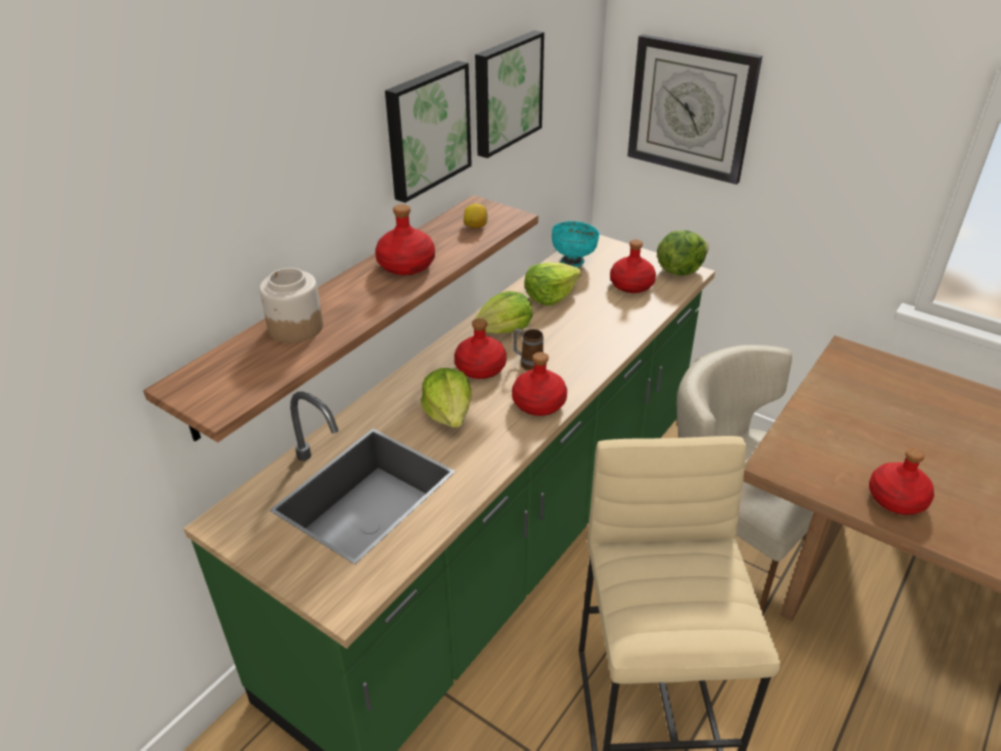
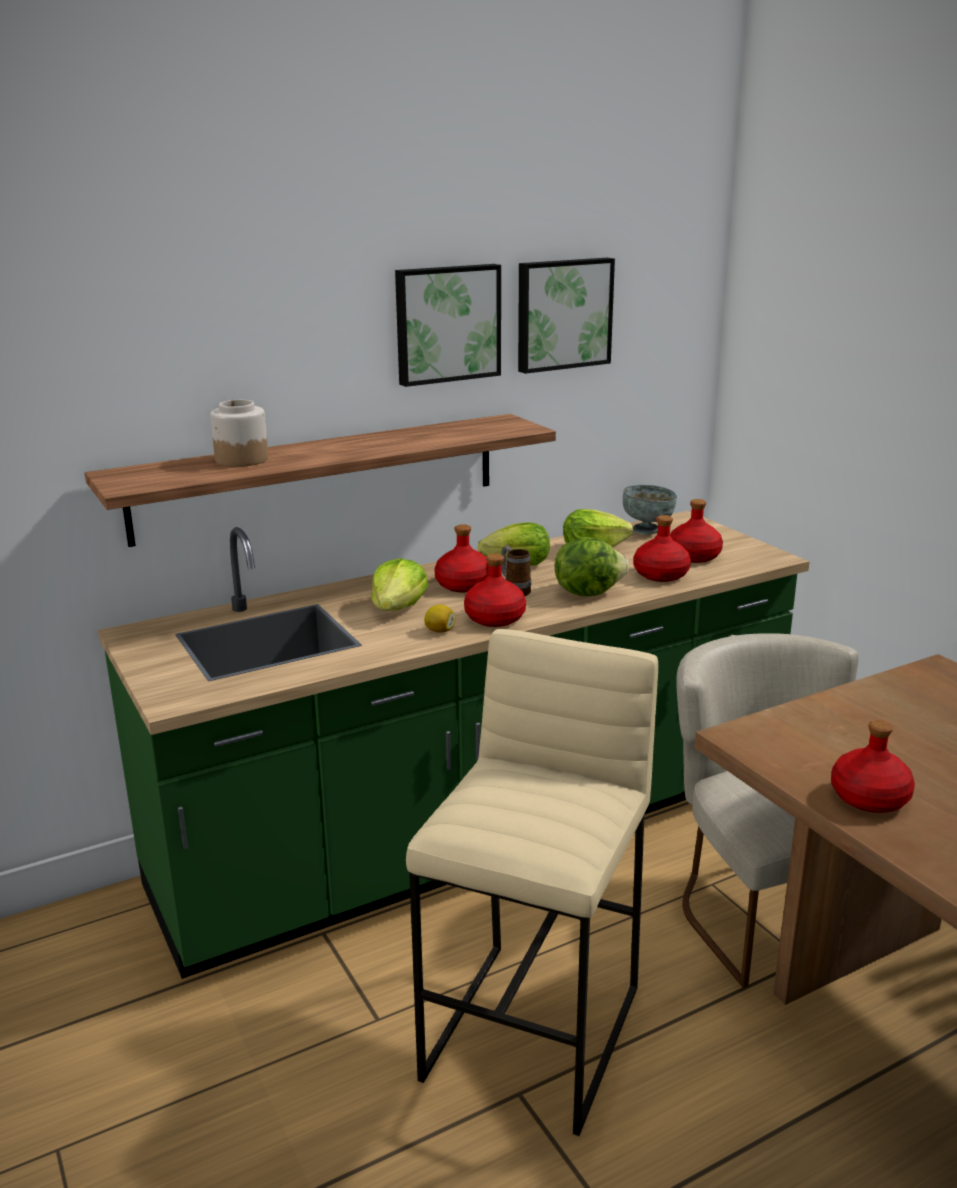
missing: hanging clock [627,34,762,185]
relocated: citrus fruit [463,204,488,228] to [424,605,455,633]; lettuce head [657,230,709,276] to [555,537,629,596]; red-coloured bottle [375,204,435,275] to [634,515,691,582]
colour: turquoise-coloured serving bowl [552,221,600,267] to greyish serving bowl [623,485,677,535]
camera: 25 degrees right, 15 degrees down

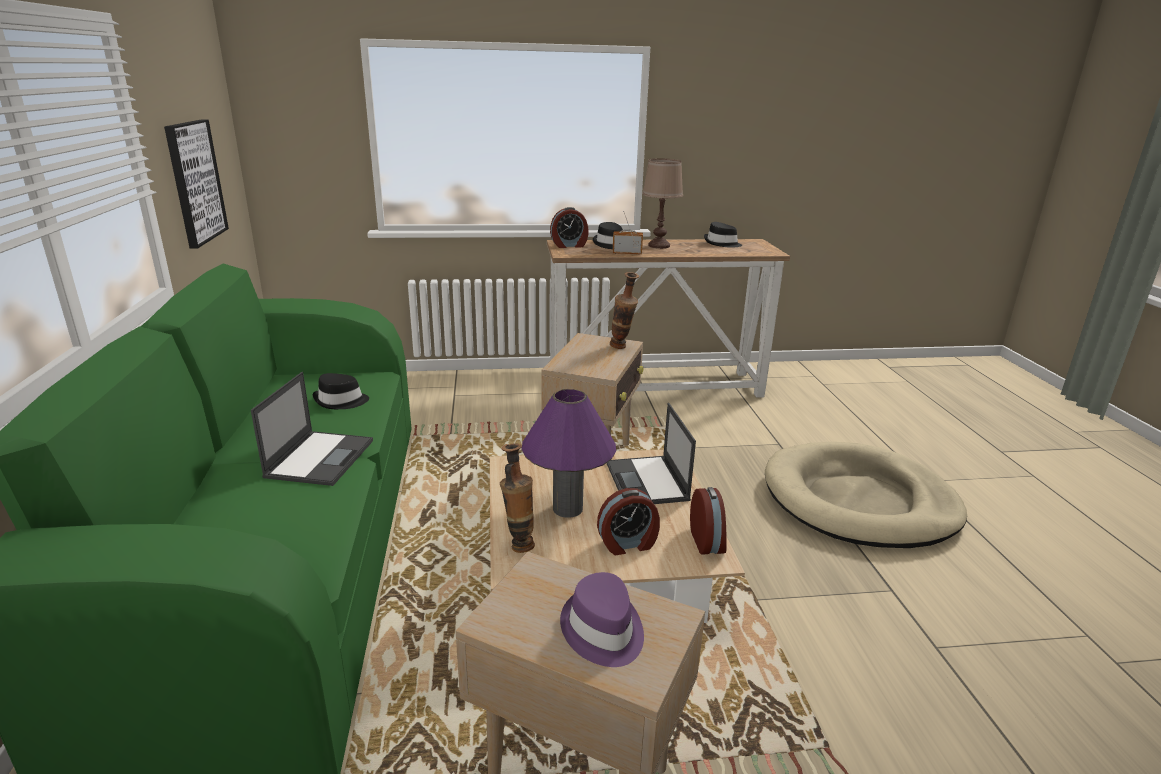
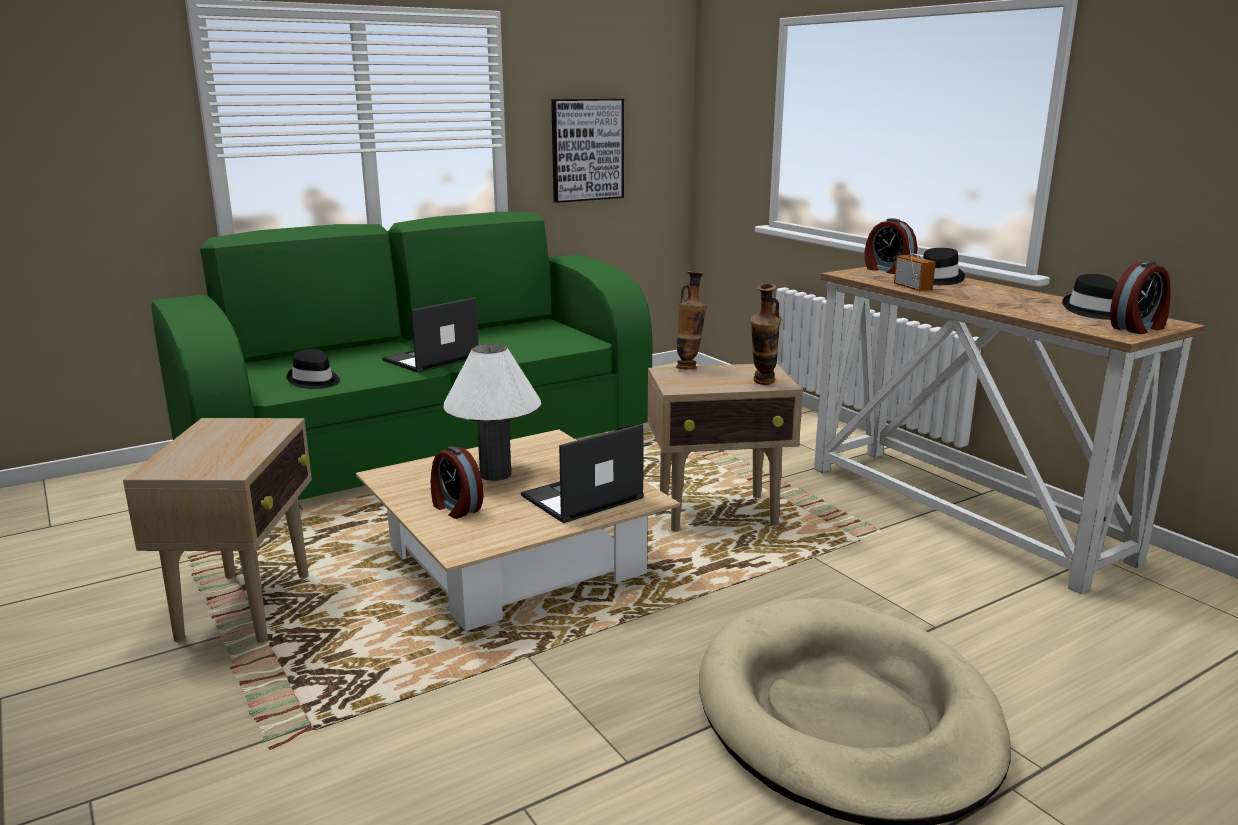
missing: purplish wearable hat [560,572,644,667]; brownish lamp for a table [642,158,683,249]
relocated: blackish wearable hat [313,373,369,409] to [286,349,340,389]; flower vase [500,443,535,553] to [676,271,707,370]; bedside clock [690,487,727,555] to [1110,261,1171,334]
colour: purplish lamp for a table [522,389,616,518] to white lamp for a table [443,344,541,481]
spun: laptop [251,372,373,486] = [382,297,478,373] 150 degrees clockwise
camera: 65 degrees right, 5 degrees down

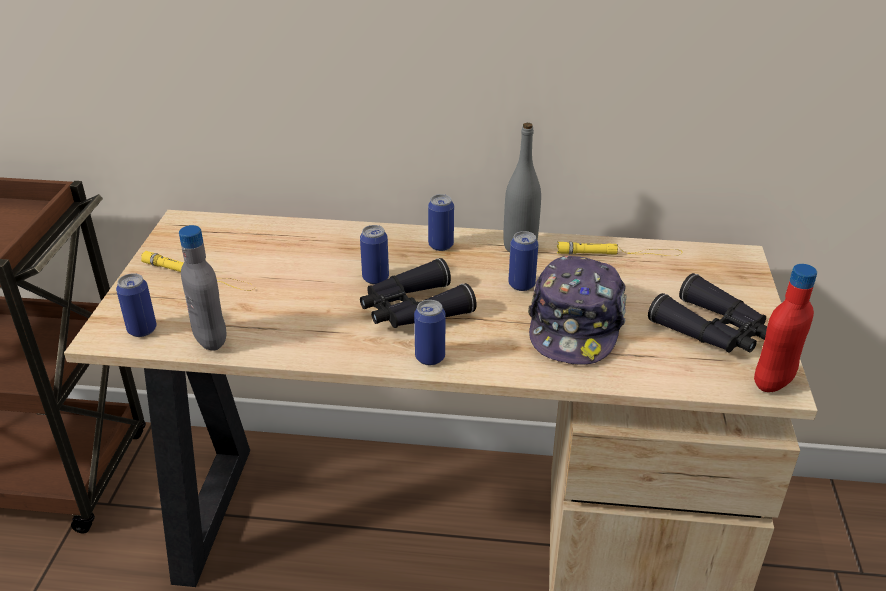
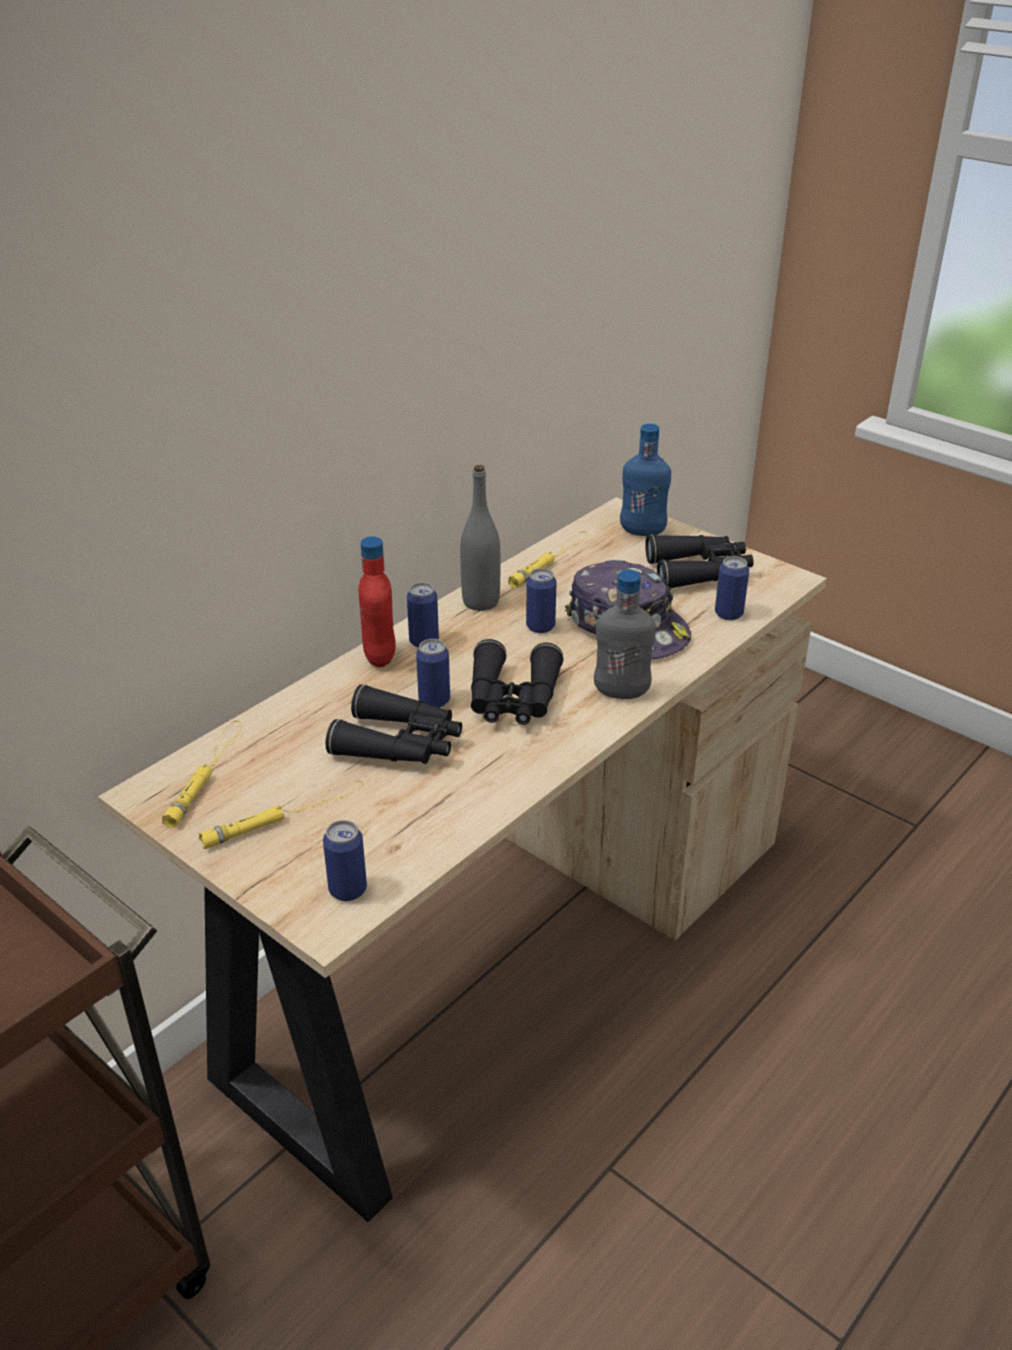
appeared: yellow torch [162,721,242,828]; blackish field glasses [326,684,462,764]; blue bottle [620,423,671,536]
relocated: red-coloured bottle [754,264,817,392] to [359,536,396,668]; greyish bottle [179,225,226,351] to [594,570,656,699]; can [414,300,446,365] to [715,556,749,620]
camera: 55 degrees left, 0 degrees up

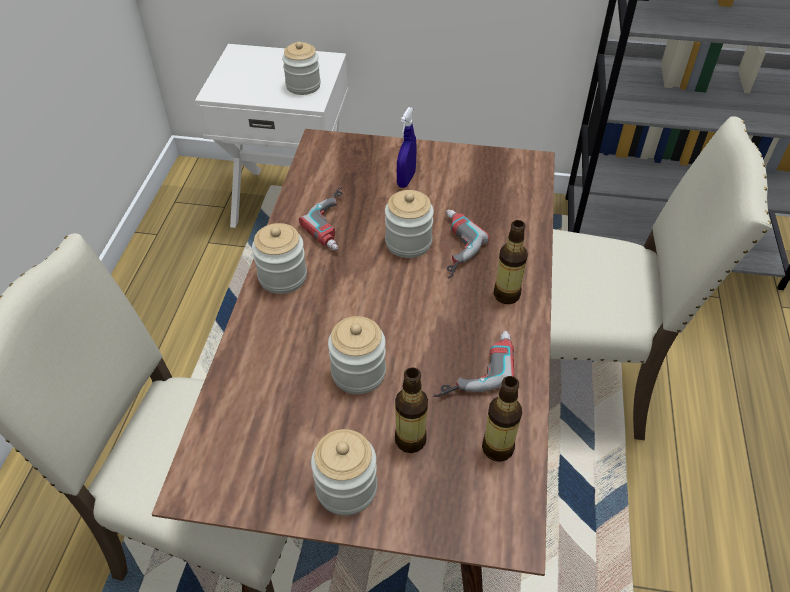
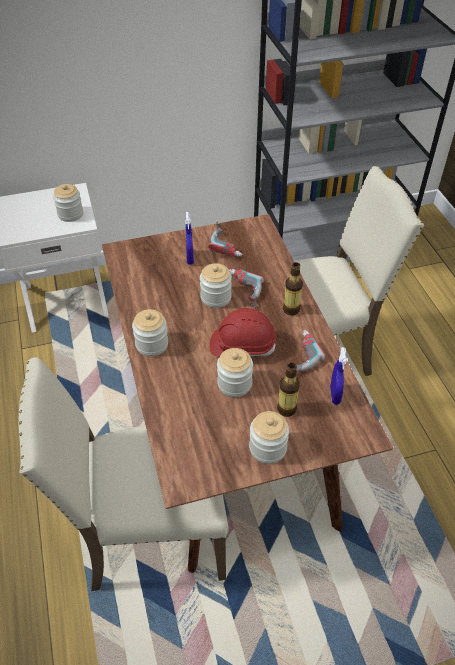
appeared: red-coloured safety helmet [209,308,276,356]
relocated: power drill [299,187,343,250] to [208,221,242,257]
exchanged: bottle [482,376,522,462] to blue spray bottle [330,347,347,405]
camera: 25 degrees left, 0 degrees up

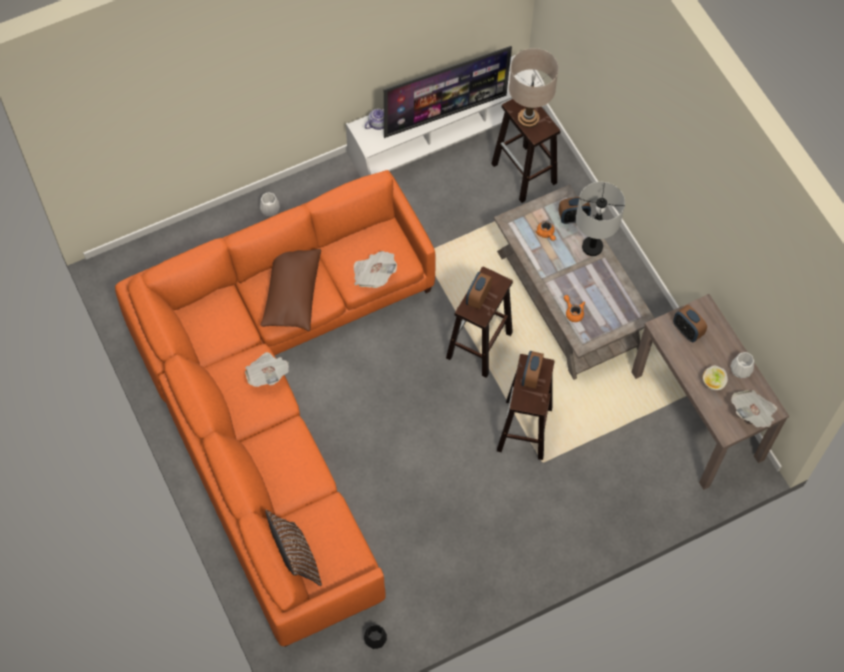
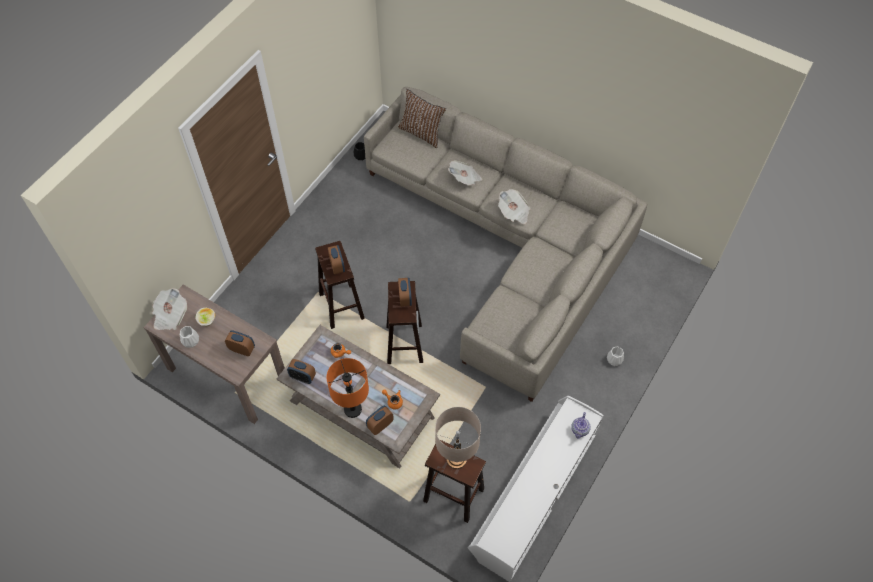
missing: brownish pillow [260,249,321,331]; TV [384,46,512,138]
appeared: bedside clock [287,359,316,384]
relocated: newspaper [354,251,397,288] to [448,160,482,186]
colour: greyish lamp for a table [576,182,625,256] to orangey lamp for a table [326,358,369,418]; orangey sofa [115,170,435,647] to greyish sofa [364,87,647,402]
camera: 150 degrees right, 5 degrees down

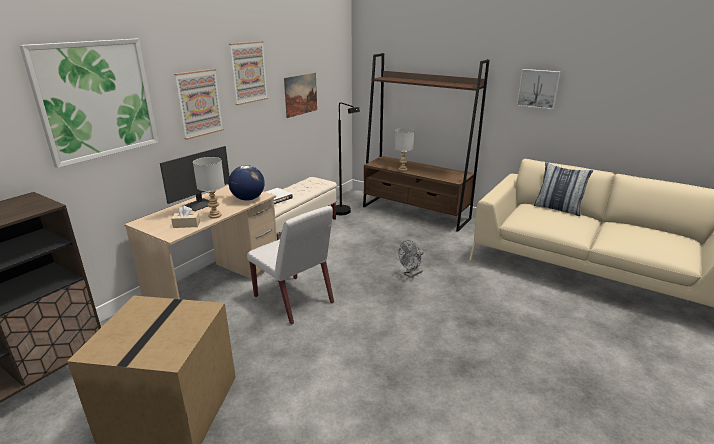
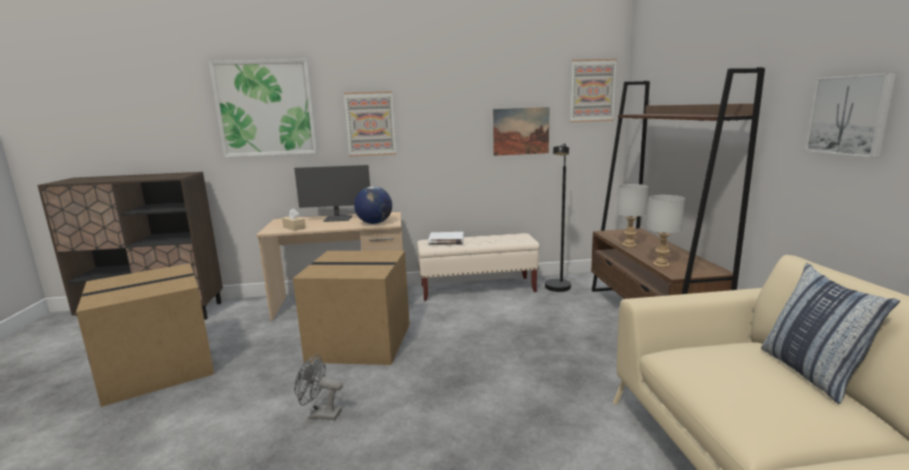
relocated: greyish fan [398,240,424,278] to [294,354,343,420]; wall picture [229,41,268,105] to [570,59,617,122]; greyish lamp for a table [193,157,225,218] to [647,195,685,268]
exchanged: white plain chair [247,206,334,325] to packing box [293,251,410,365]
camera: 50 degrees right, 10 degrees down

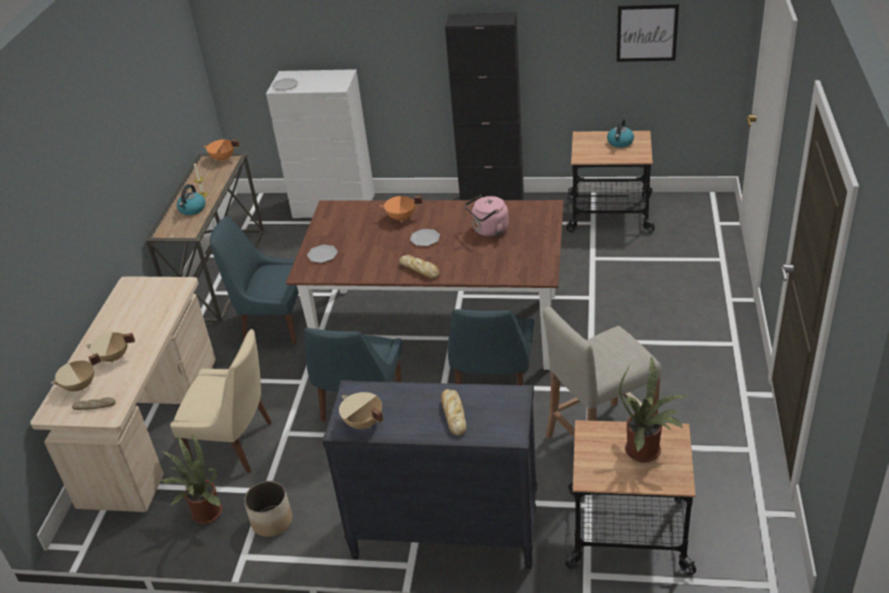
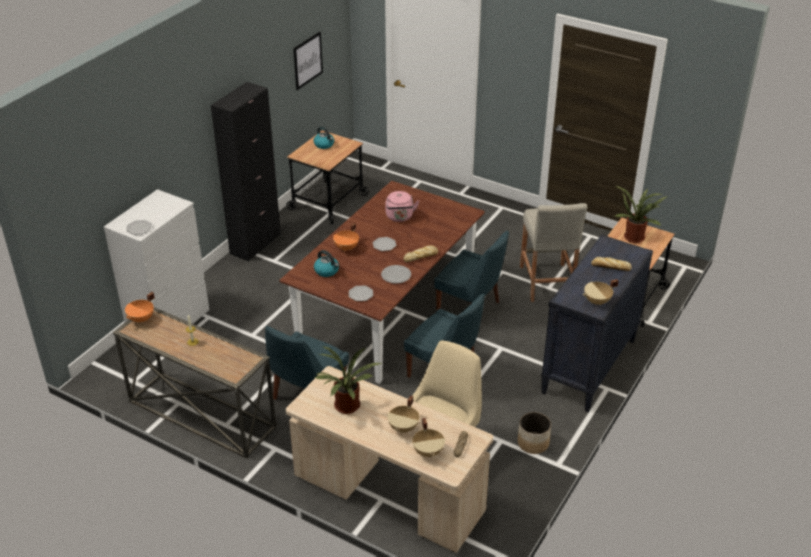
appeared: dinner plate [381,265,411,284]
relocated: water kettle [177,184,206,215] to [314,250,339,277]; plant in a pot [158,433,223,524] to [315,346,383,414]
camera: 70 degrees left, 0 degrees up

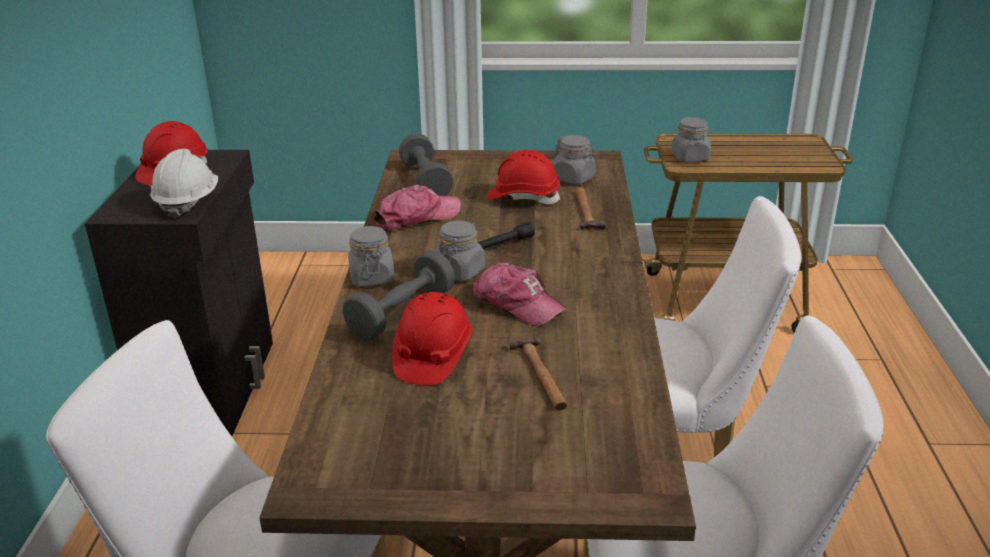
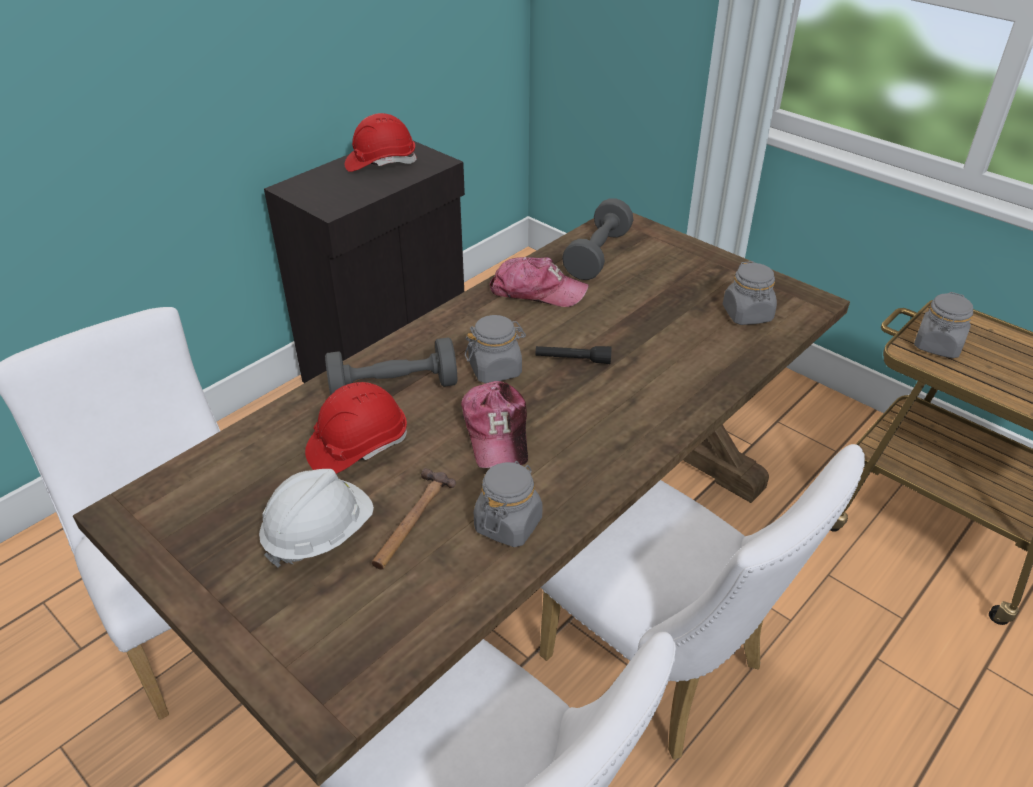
missing: red-coloured safety helmet [487,150,561,204]; tool hammer [576,187,606,230]
relocated: white safety helmet [150,149,218,219] to [259,469,374,568]; greyish preserve jar [348,226,394,286] to [474,461,543,547]
camera: 40 degrees right, 10 degrees up

